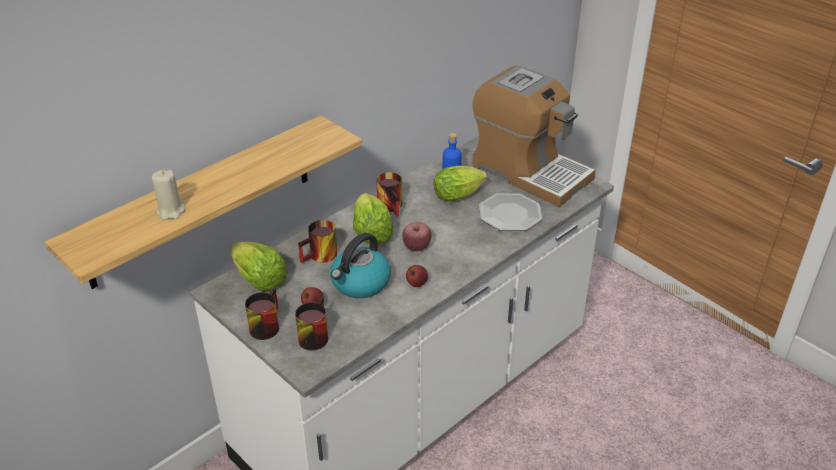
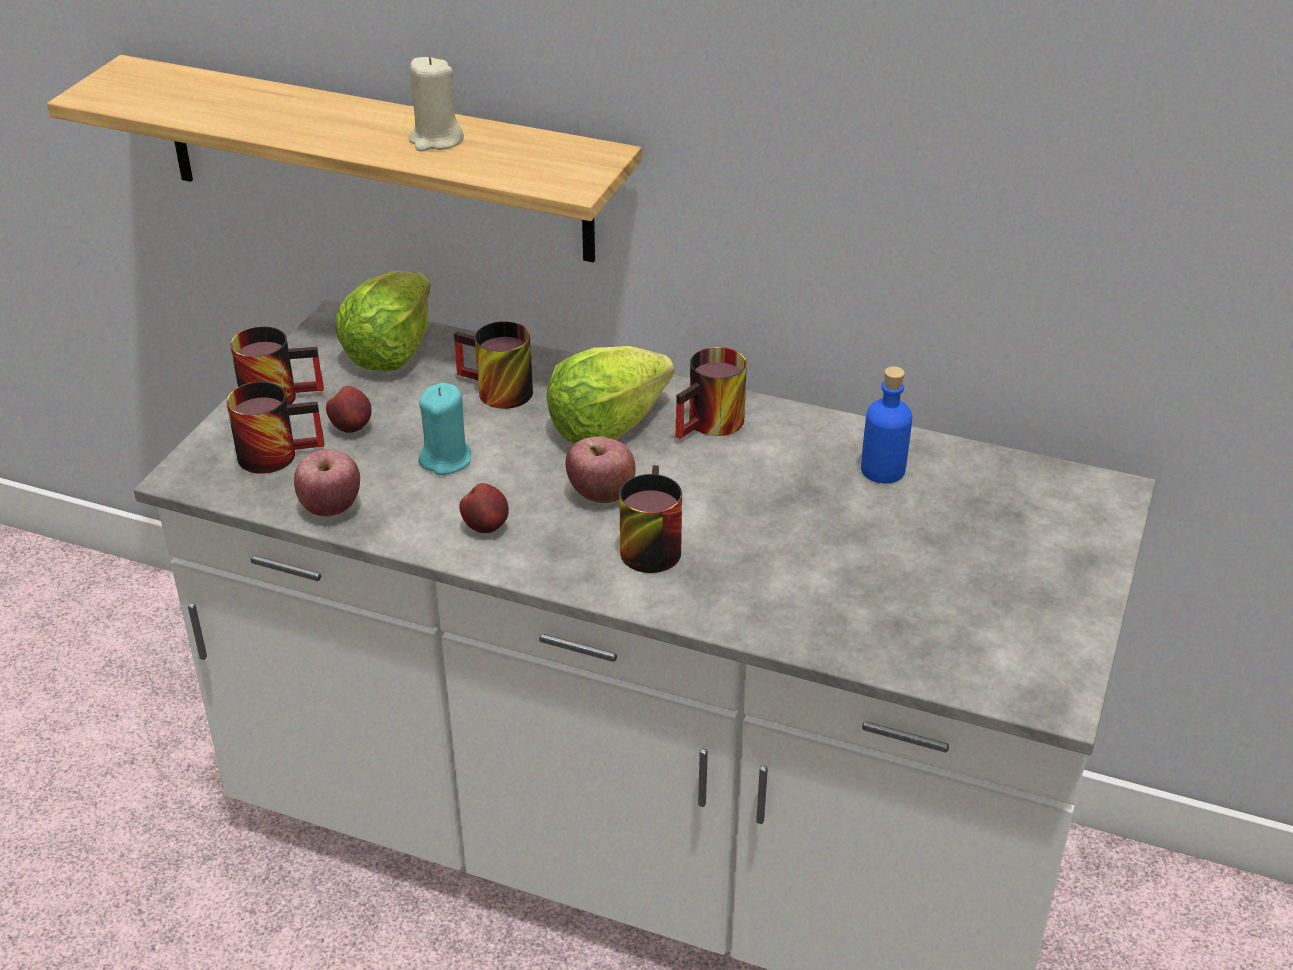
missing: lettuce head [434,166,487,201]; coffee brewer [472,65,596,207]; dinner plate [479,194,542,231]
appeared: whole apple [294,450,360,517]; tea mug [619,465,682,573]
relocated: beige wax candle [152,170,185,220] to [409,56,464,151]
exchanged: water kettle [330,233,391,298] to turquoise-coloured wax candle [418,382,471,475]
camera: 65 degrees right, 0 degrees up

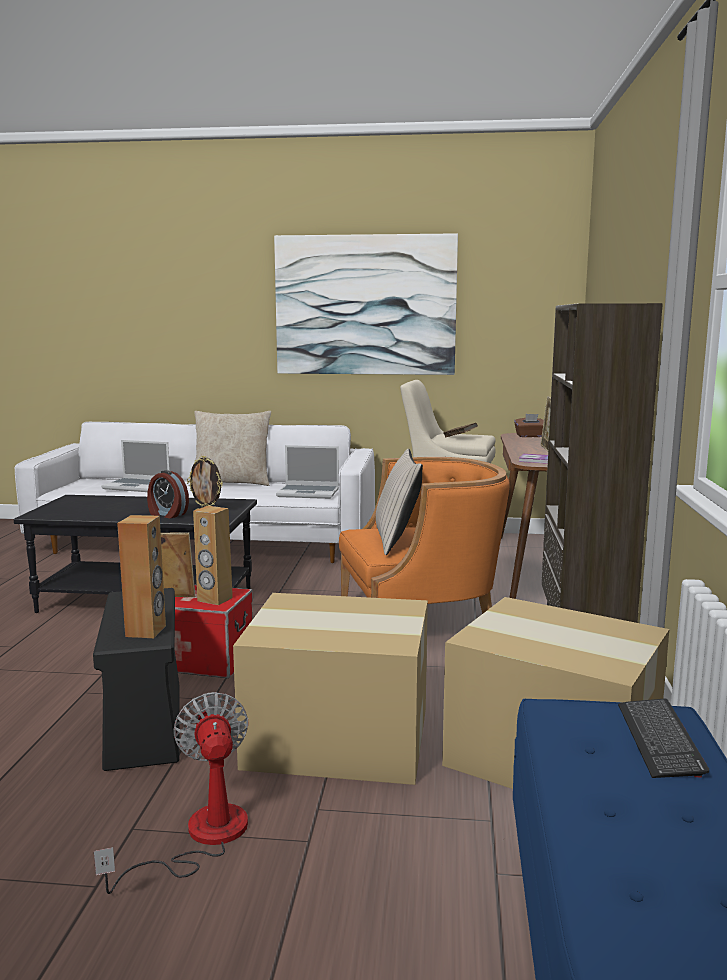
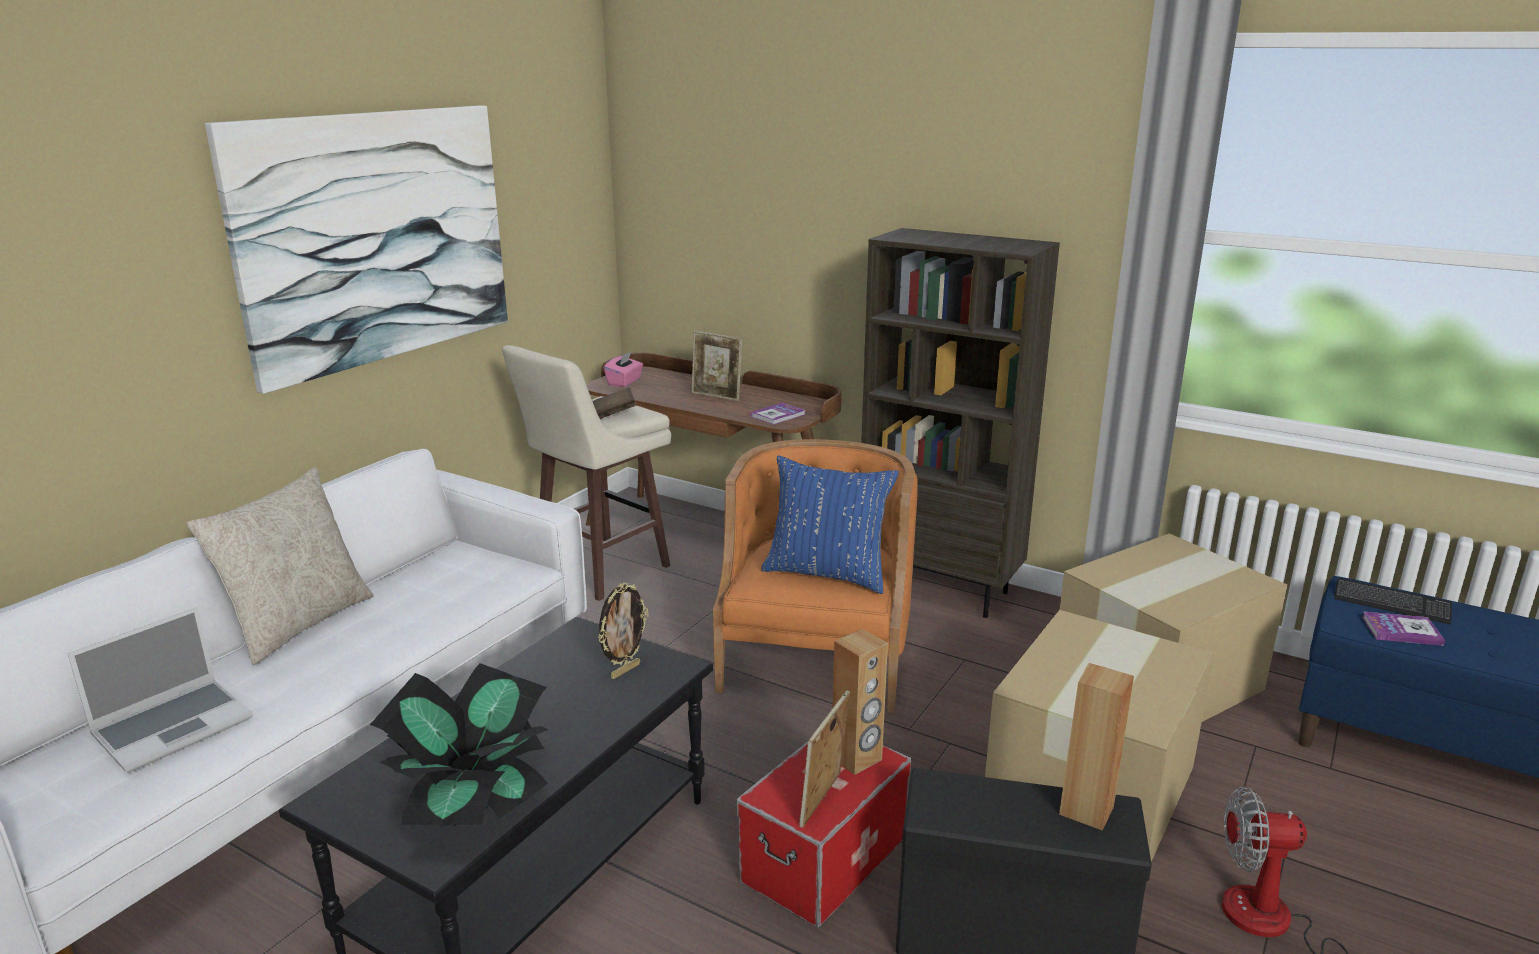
missing: bedside clock [147,470,189,518]; laptop [276,445,339,499]
appeared: plant in a pot [370,663,548,827]; volume [1362,611,1445,646]
colour: brownish tissue holder [514,414,544,437] to pink-coloured tissue holder [604,352,643,387]; beige pillow [376,449,423,555] to blue pillow [761,456,899,594]
camera: 65 degrees left, 10 degrees up

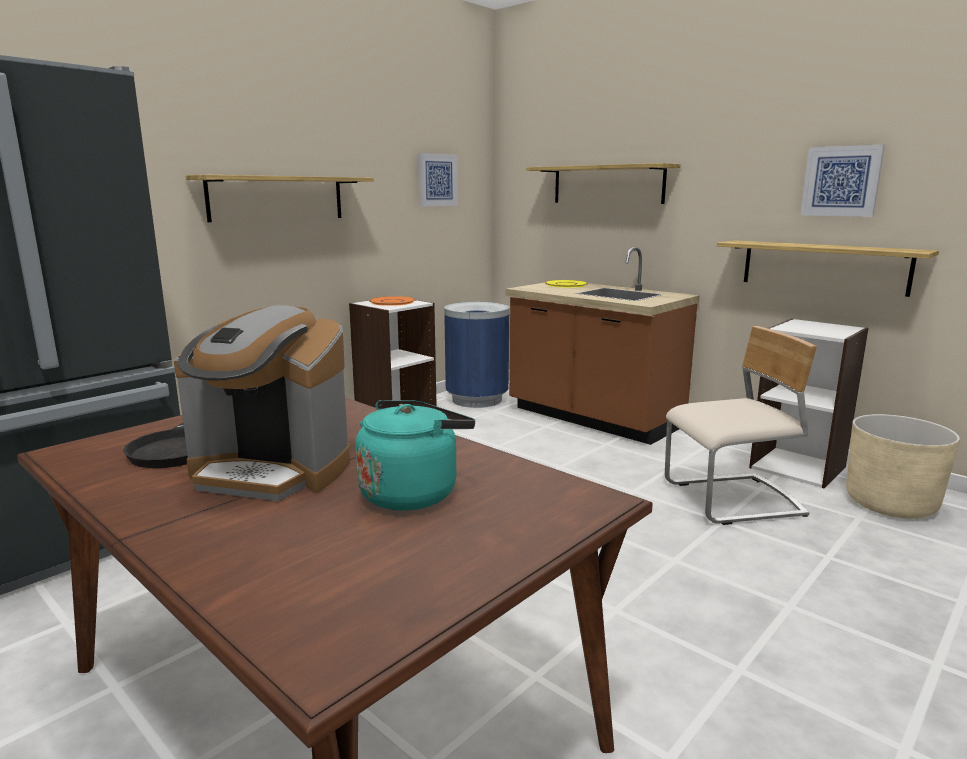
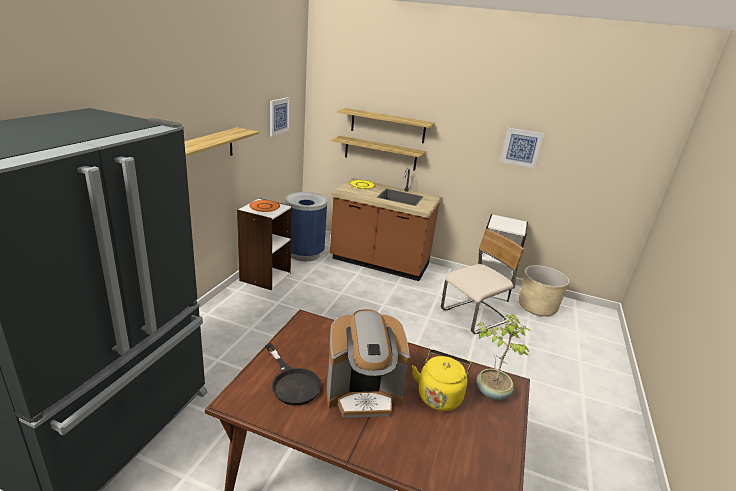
appeared: plant in a pot [477,314,530,400]
relocated: bracket shelf [717,240,939,297] to [331,136,426,171]
colour: turquoise-coloured water kettle [355,400,475,511] to yellow water kettle [412,349,472,411]
camera: 25 degrees left, 10 degrees up

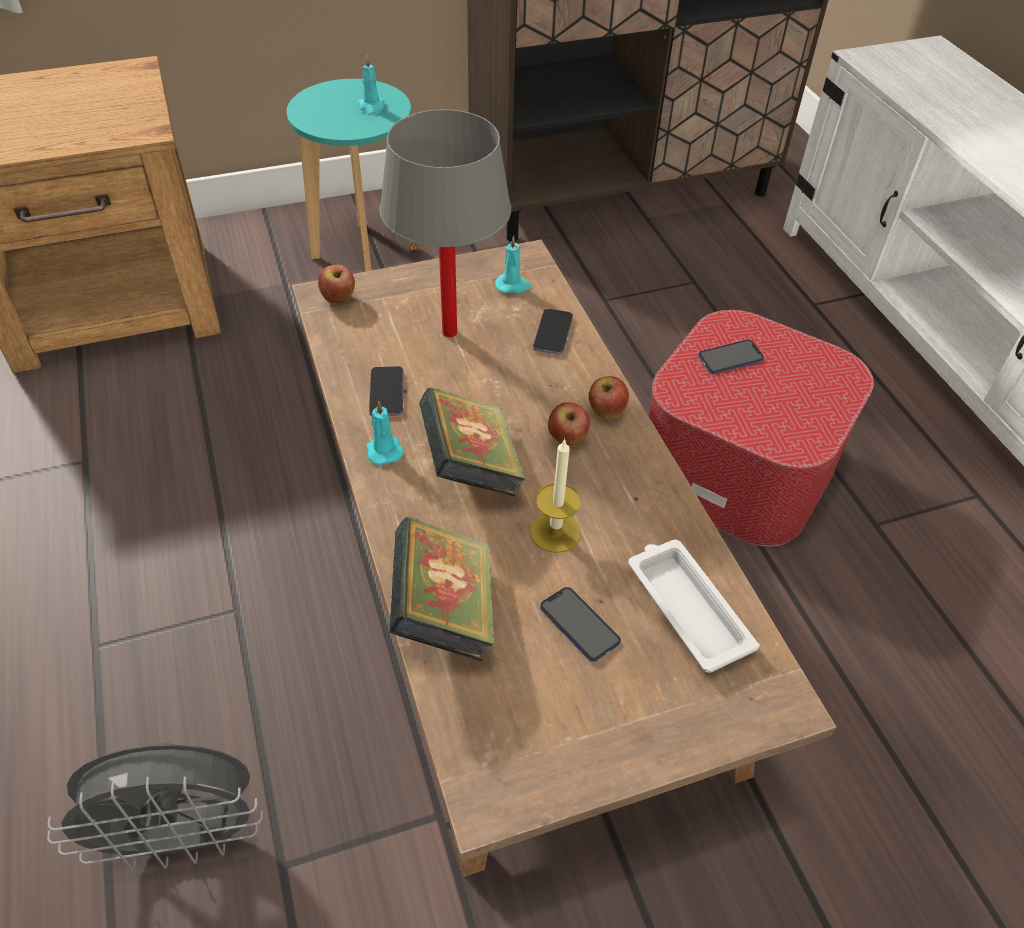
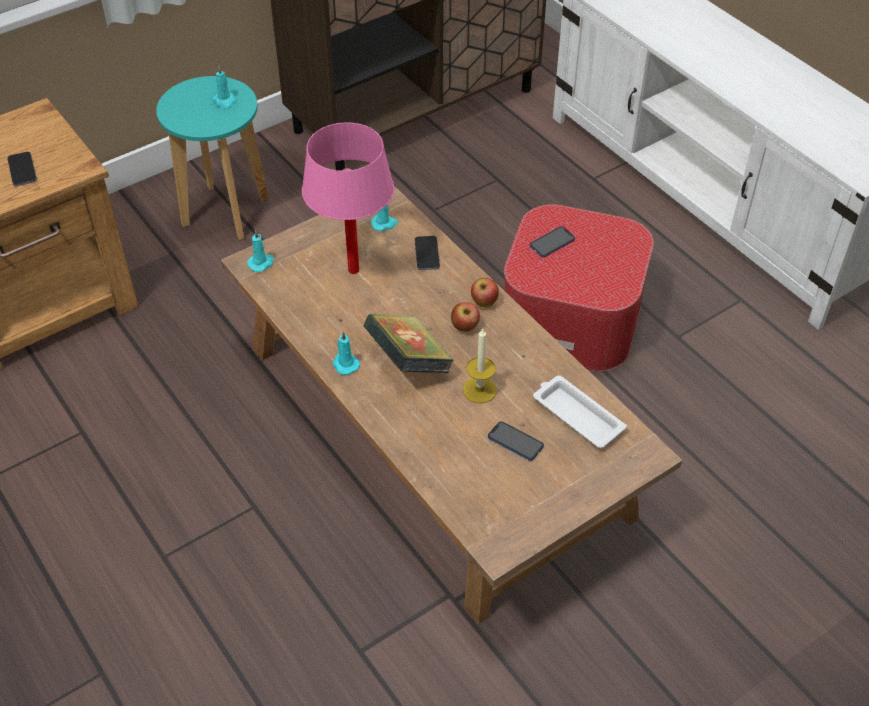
missing: greyish fan [47,743,263,870]; volume [389,517,496,661]
relocated: telephone [369,366,404,416] to [7,152,37,186]
exchanged: whole apple [318,265,355,303] to turquoise-coloured wax candle [247,230,274,272]
colour: greyish lamp for a table [379,109,511,337] to pink-coloured lamp for a table [302,122,394,274]
camera: 15 degrees left, 0 degrees up

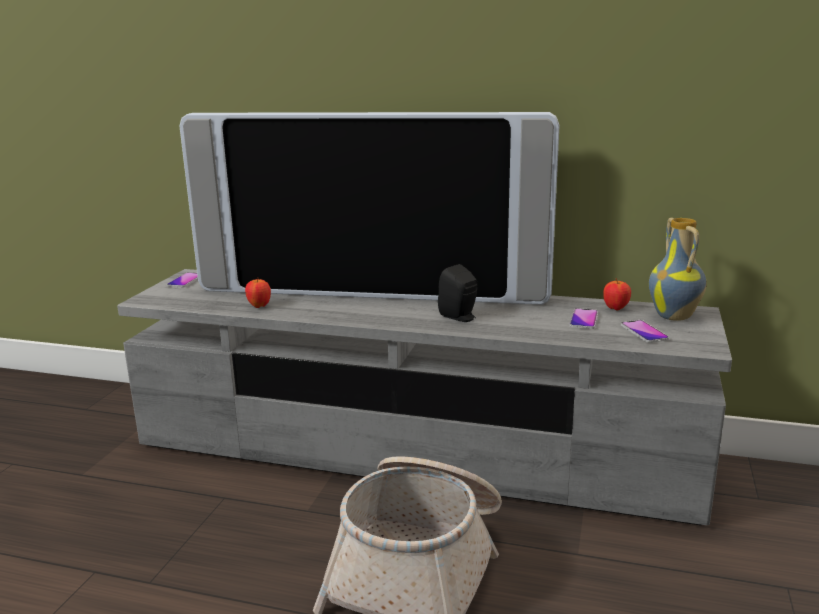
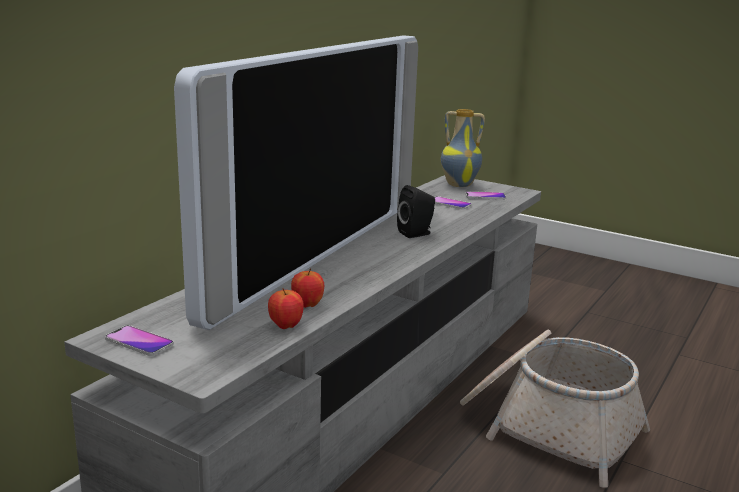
relocated: whole apple [603,278,631,310] to [268,288,304,329]
camera: 75 degrees left, 0 degrees up

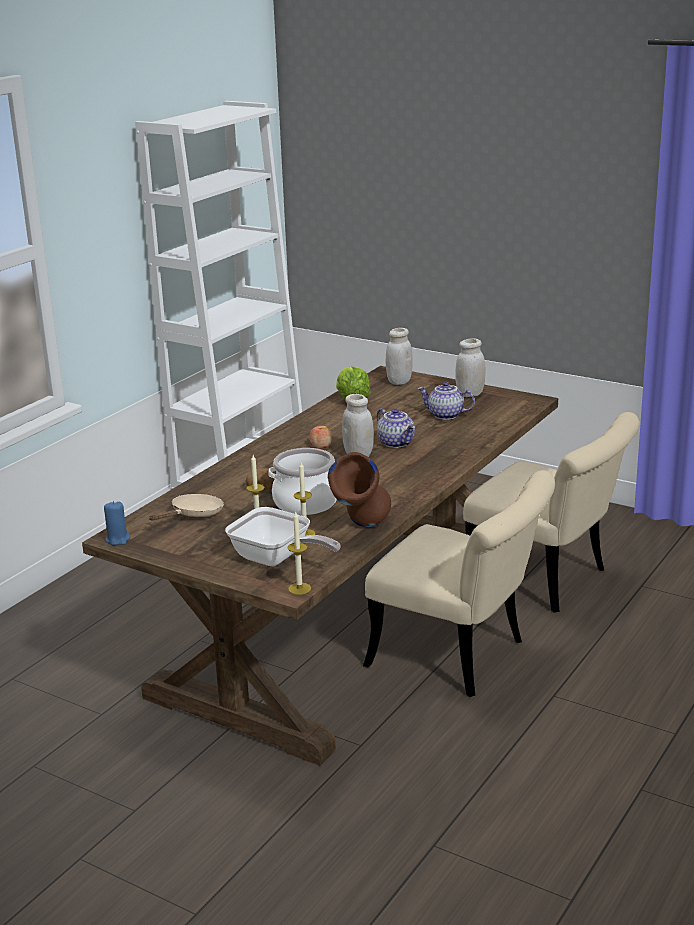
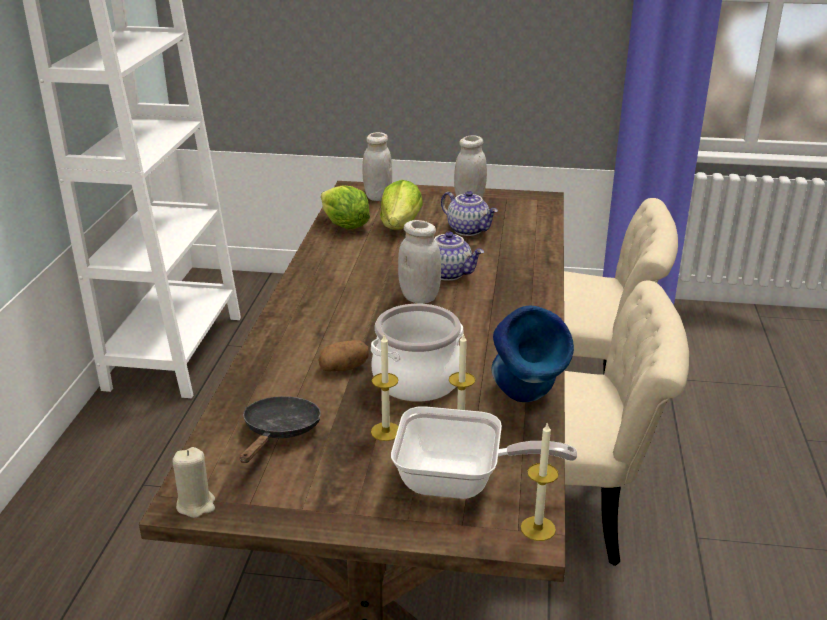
missing: whole apple [310,426,332,449]
appeared: lettuce head [380,180,423,230]
colour: blue wax candle [104,501,130,545] to beige wax candle [172,447,215,518]; beige frying pan [149,494,224,520] to blackish frying pan [240,396,321,463]; brownish flower vase [328,452,391,527] to blue flower vase [491,306,574,402]
spun: tea pot [418,382,475,420] = [441,191,498,236] 135 degrees counterclockwise
camera: 25 degrees left, 5 degrees up

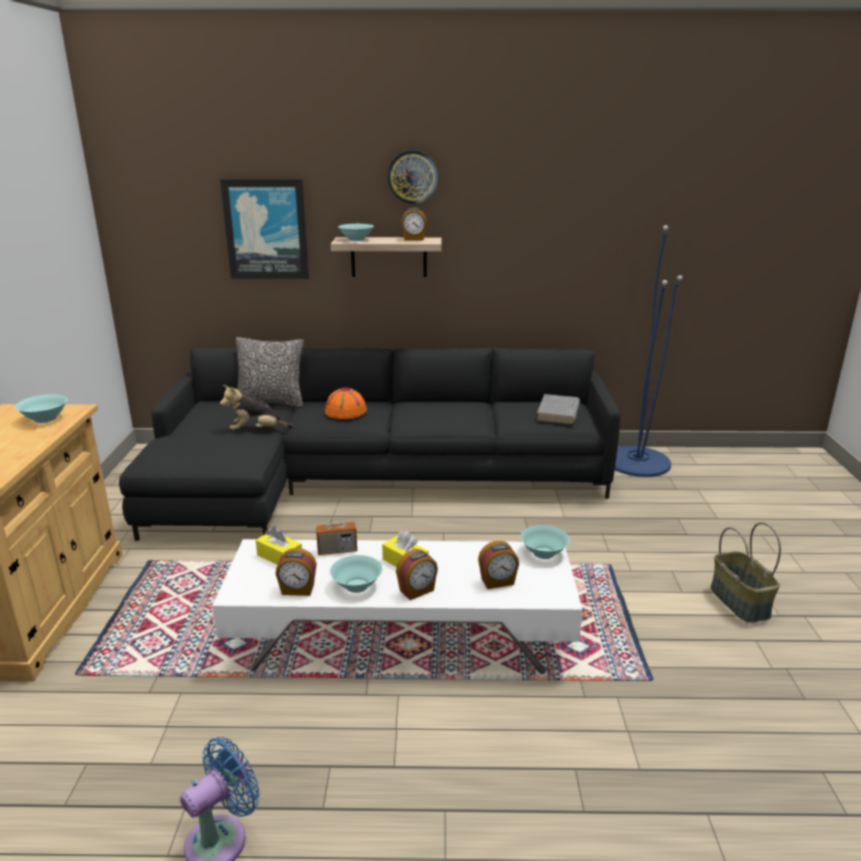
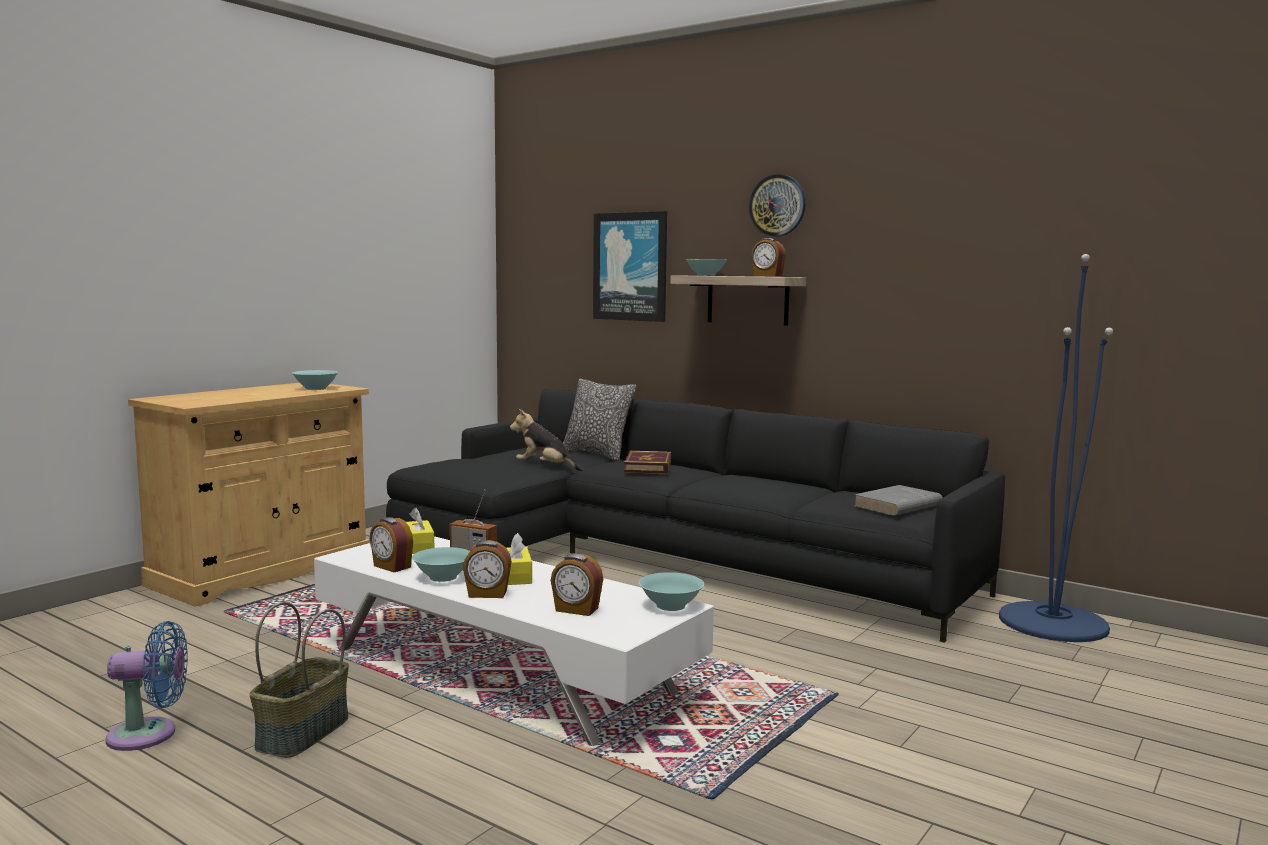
relocated: storage basket [711,522,781,623] to [249,602,349,758]
exchanged: orangey wearable hat [325,387,367,419] to volume [624,451,671,474]
camera: 35 degrees right, 15 degrees down

